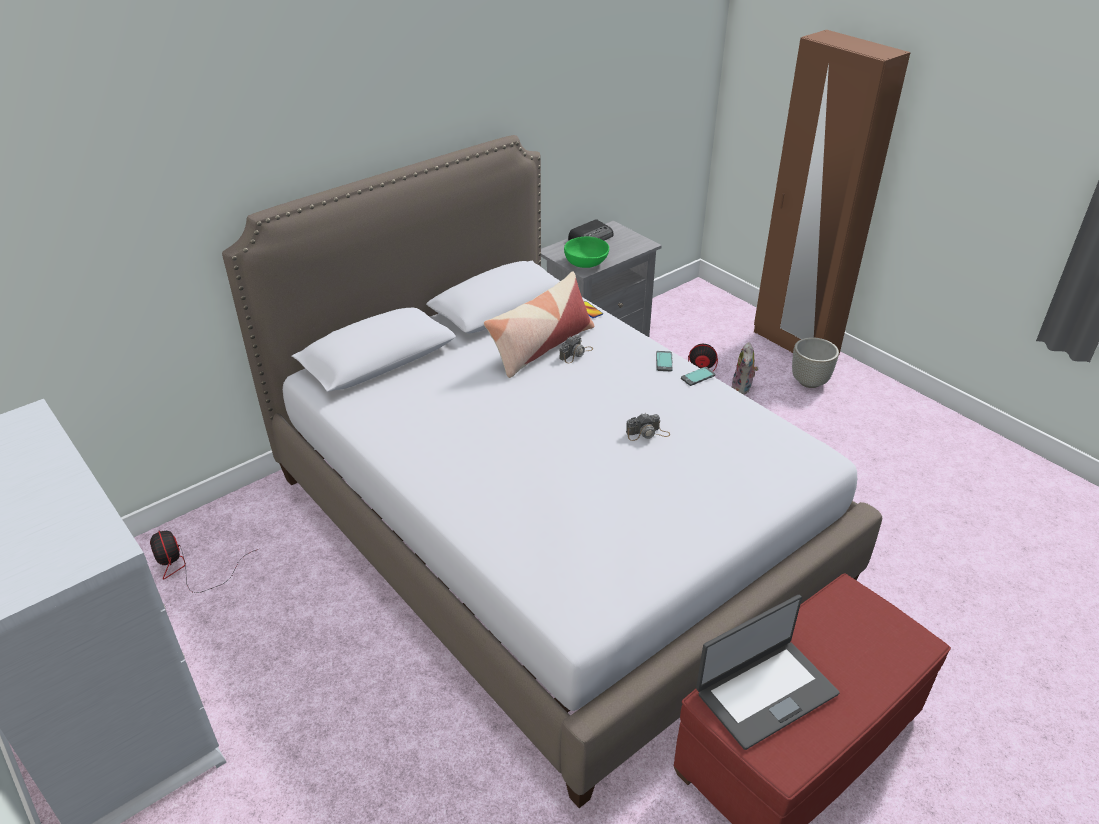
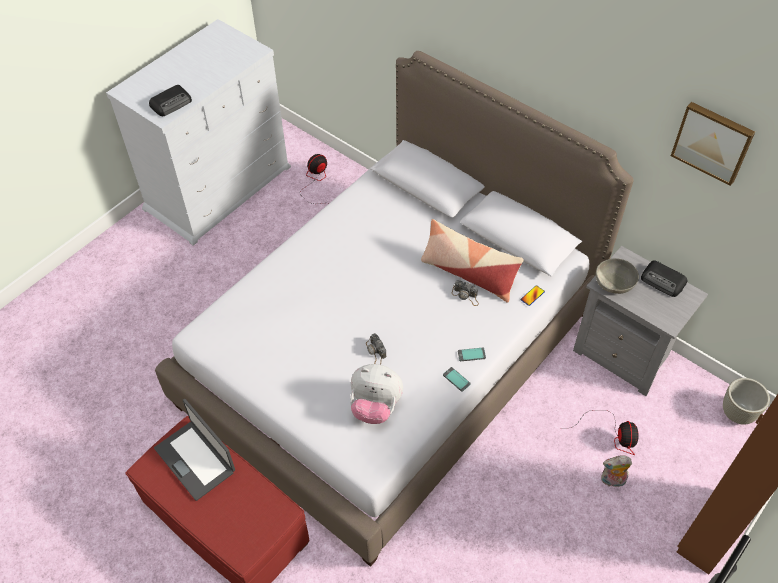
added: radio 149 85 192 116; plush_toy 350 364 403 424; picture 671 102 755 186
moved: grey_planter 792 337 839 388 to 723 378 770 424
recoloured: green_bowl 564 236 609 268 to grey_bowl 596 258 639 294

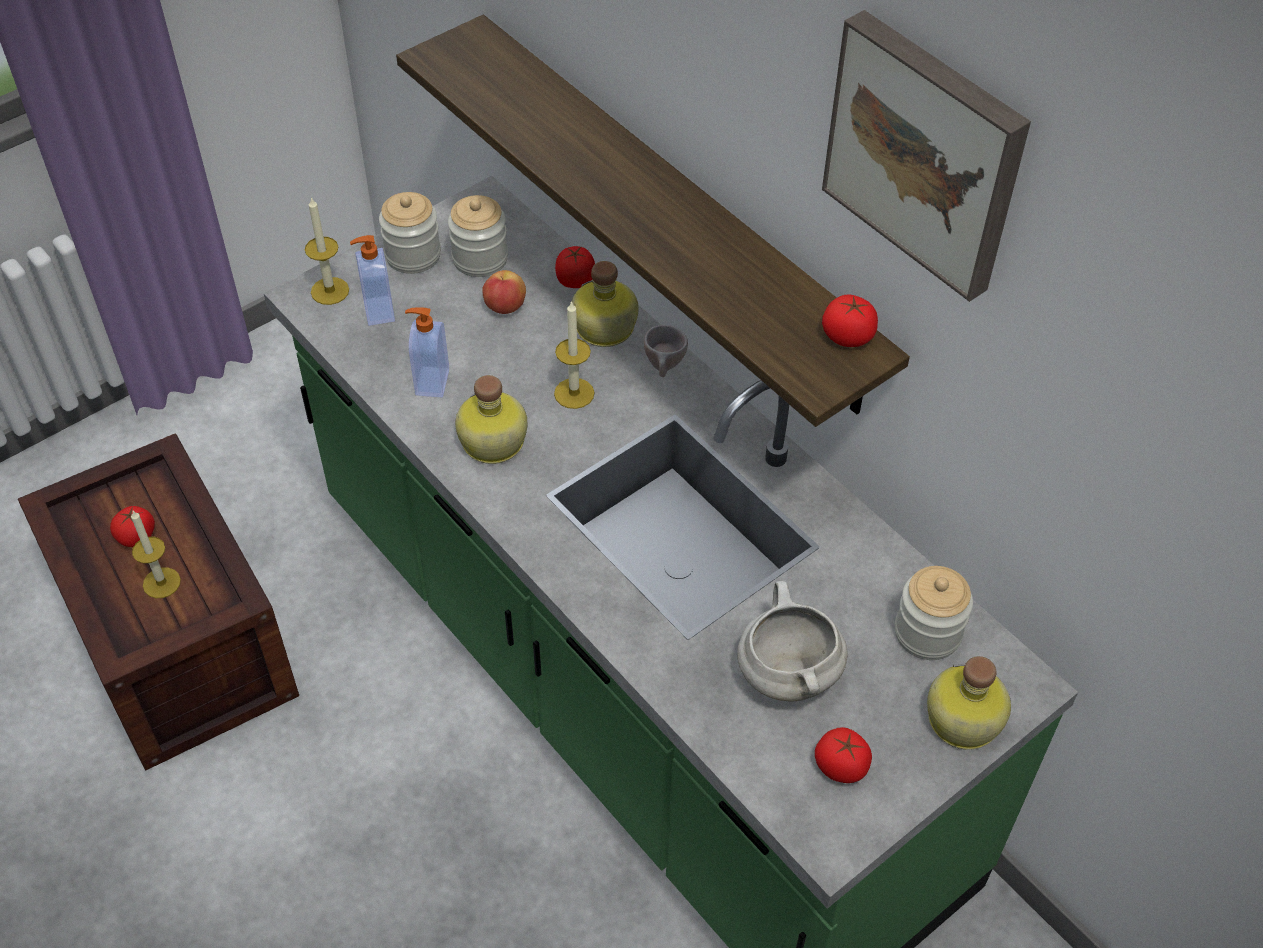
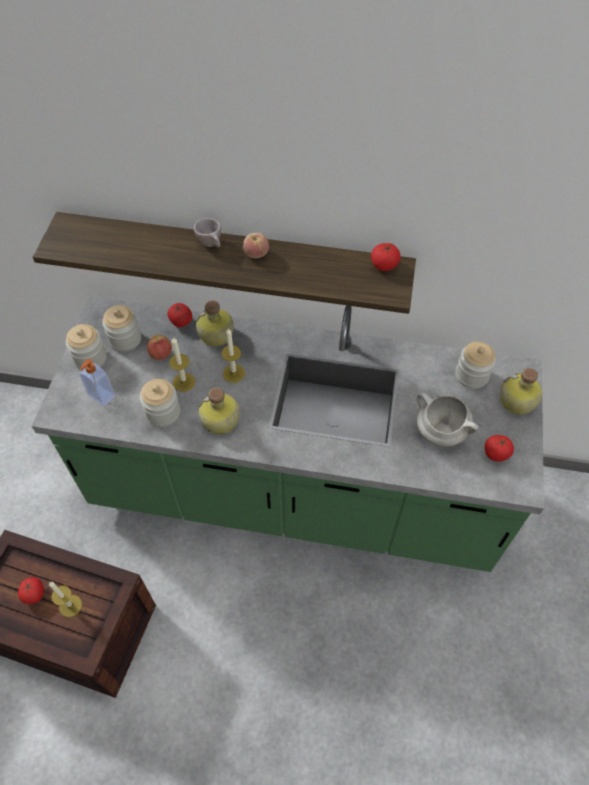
removed: picture 822 10 1031 302
added: apple 243 233 269 258
moved: candle 305 197 349 305 to 169 337 195 392; beige_cup 644 325 688 377 to 194 218 221 247
replaced: soap_dispenser 405 307 449 397 to jar 140 379 180 427

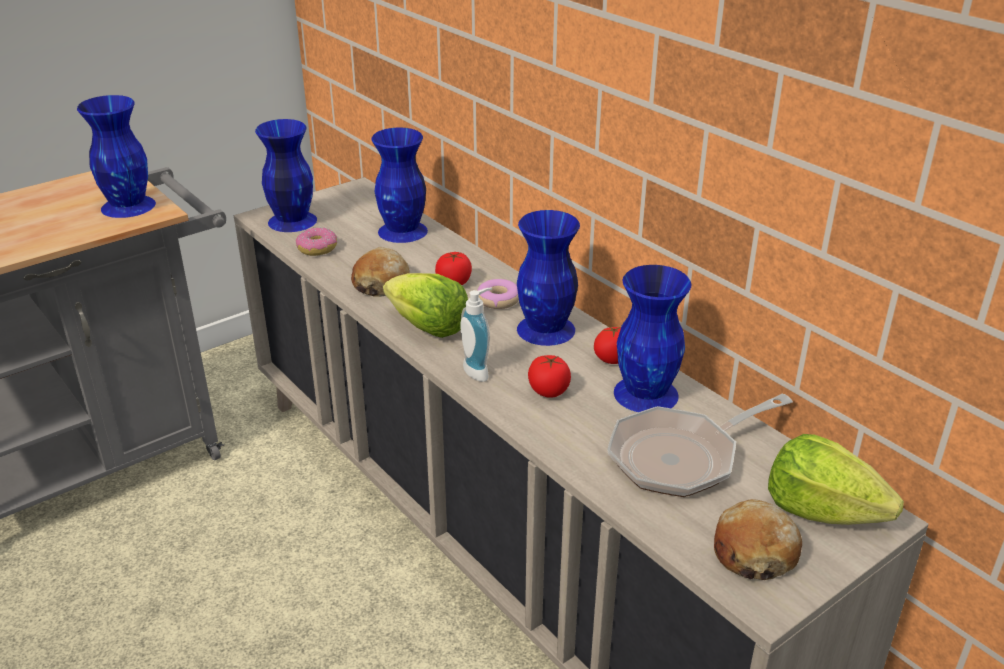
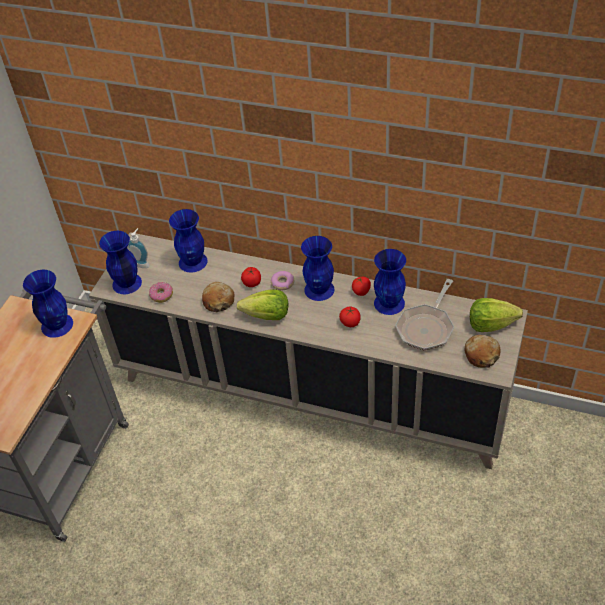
moved: soap_dispenser 460 287 492 382 to 128 228 150 268

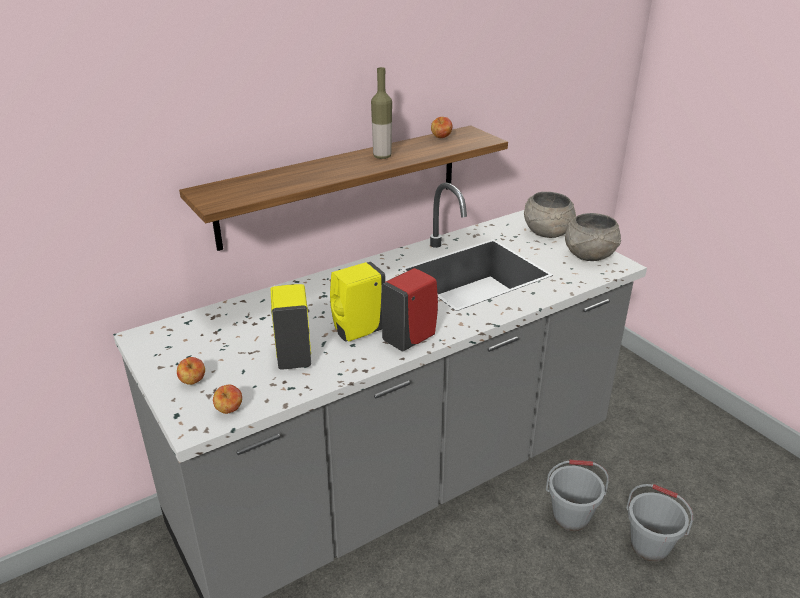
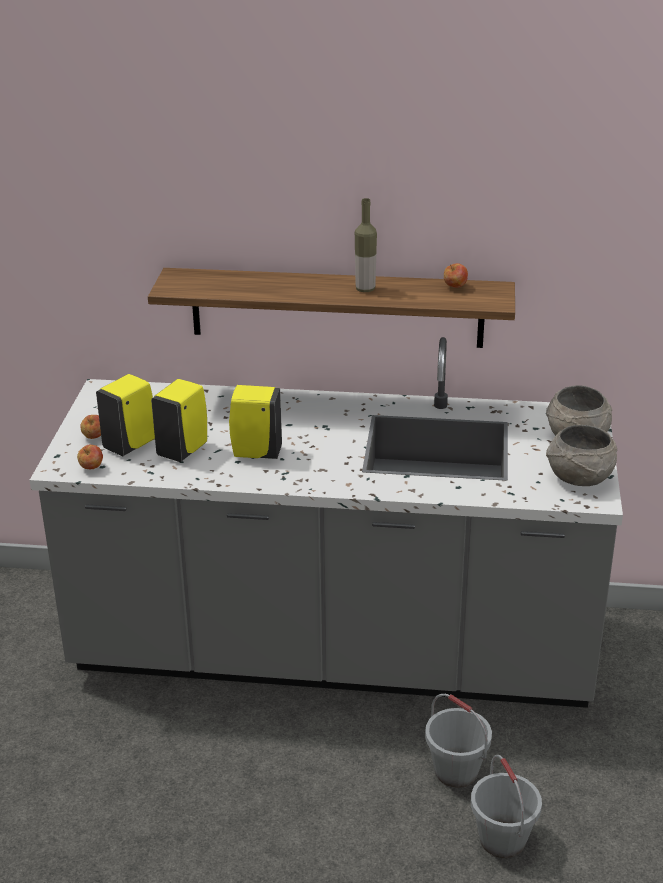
removed: red_soap_dispenser 382 268 438 352
added: yellow_soap_dispenser 96 374 155 456

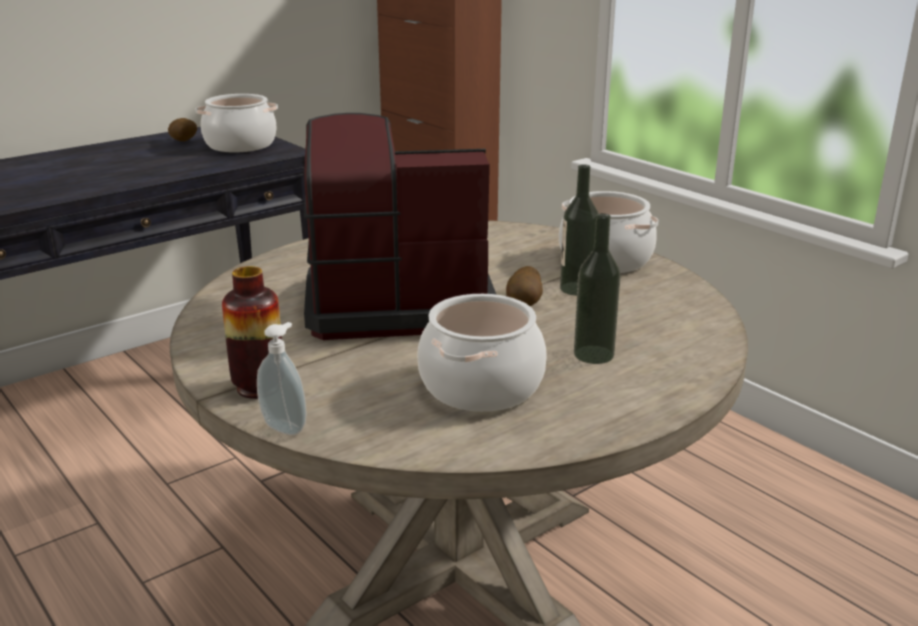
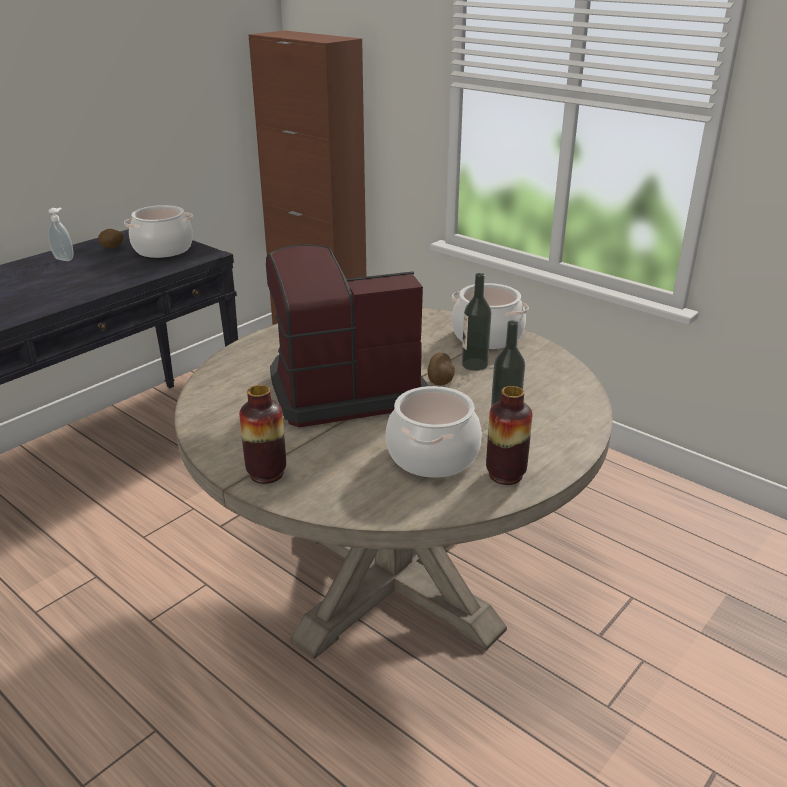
added: vase 486 386 533 485
moved: soap_dispenser 257 322 307 435 to 48 208 74 261

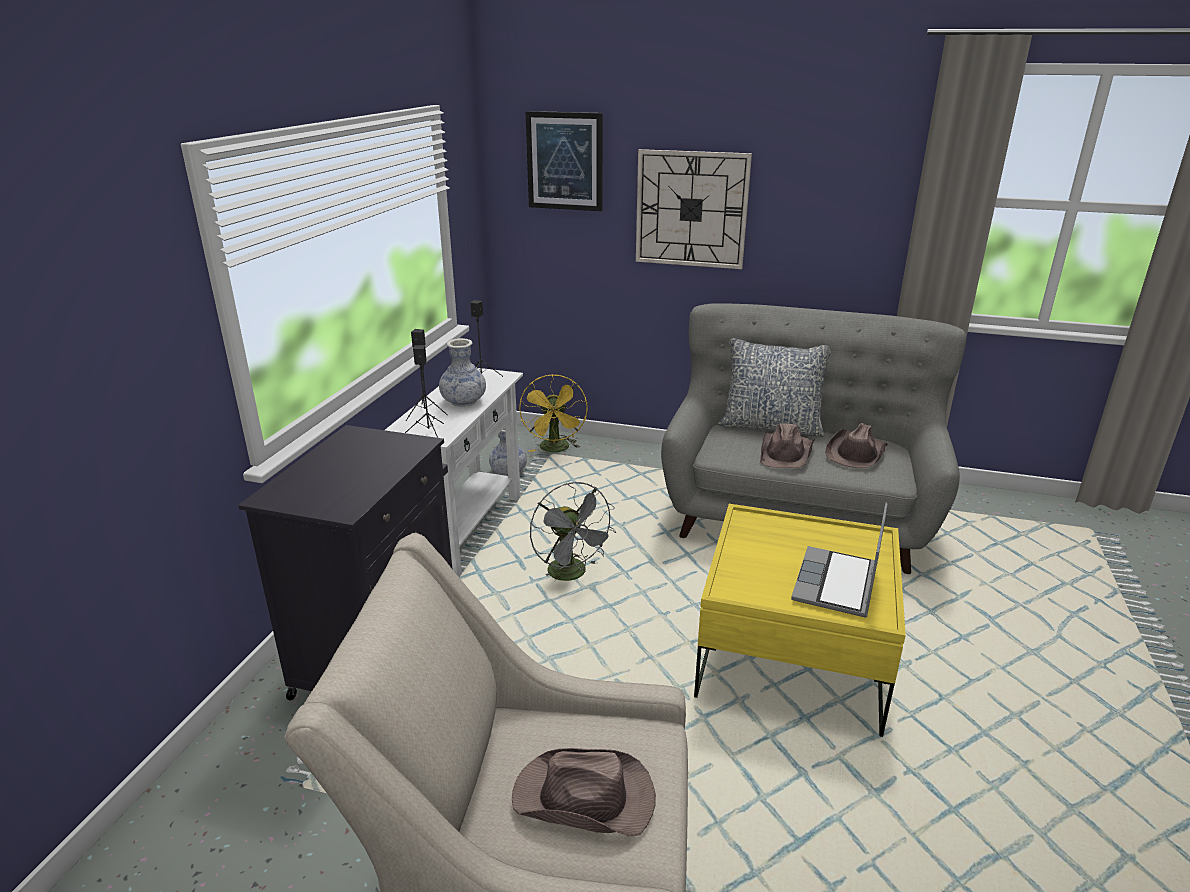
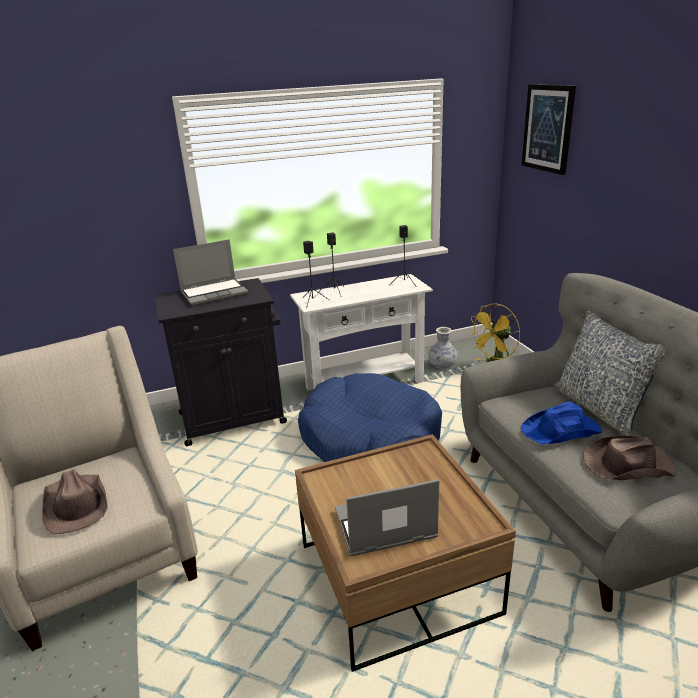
removed: vase 439 338 486 407; wall_clock 636 149 752 269
added: laptop 173 239 248 306
replaced: grey_fan 530 482 616 581 to blue_dog_bed 298 373 442 462
recoloured: yellow_coffee_table 694 504 906 737 to brown_coffee_table 295 434 516 672; brown_hat 760 423 815 468 to blue_hat 521 402 602 444

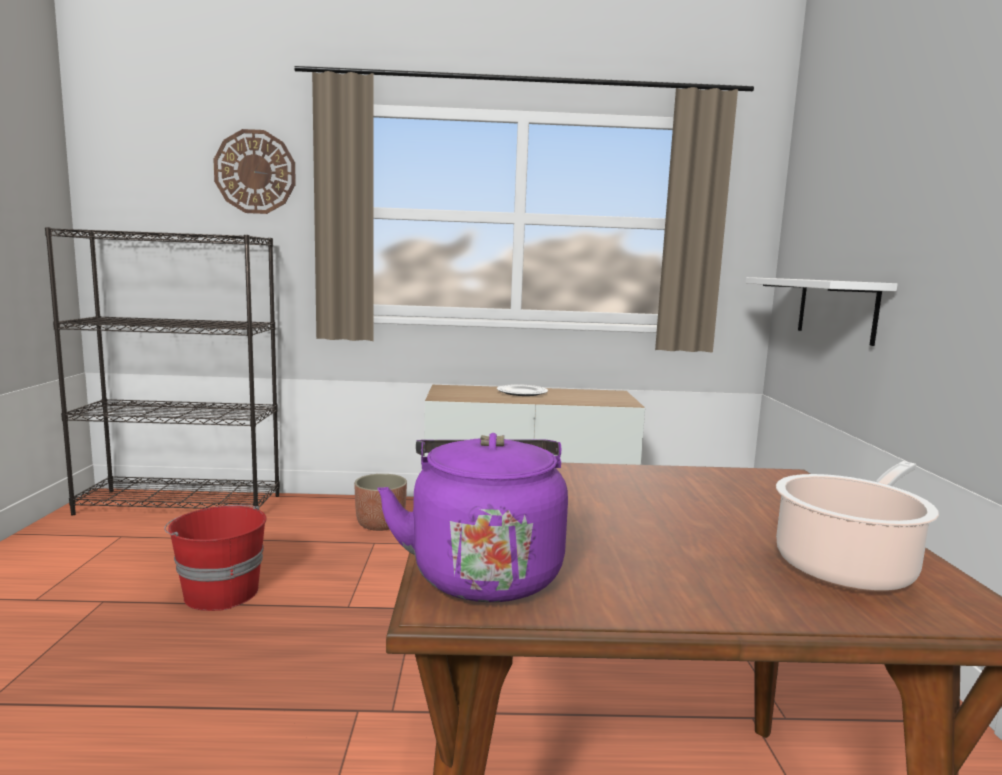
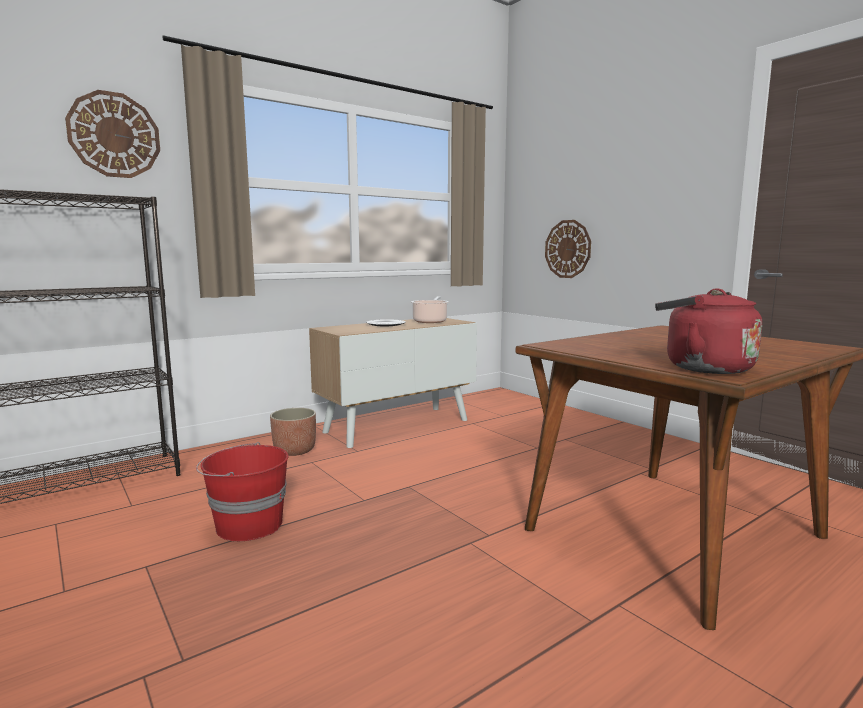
moved: cooking_pot 776 461 939 592 to 411 296 449 323
replaced: white_shelf 746 277 898 346 to wall_clock 545 220 591 278
recoloured: purple_kettle 378 433 568 602 to red_kettle 655 288 762 374

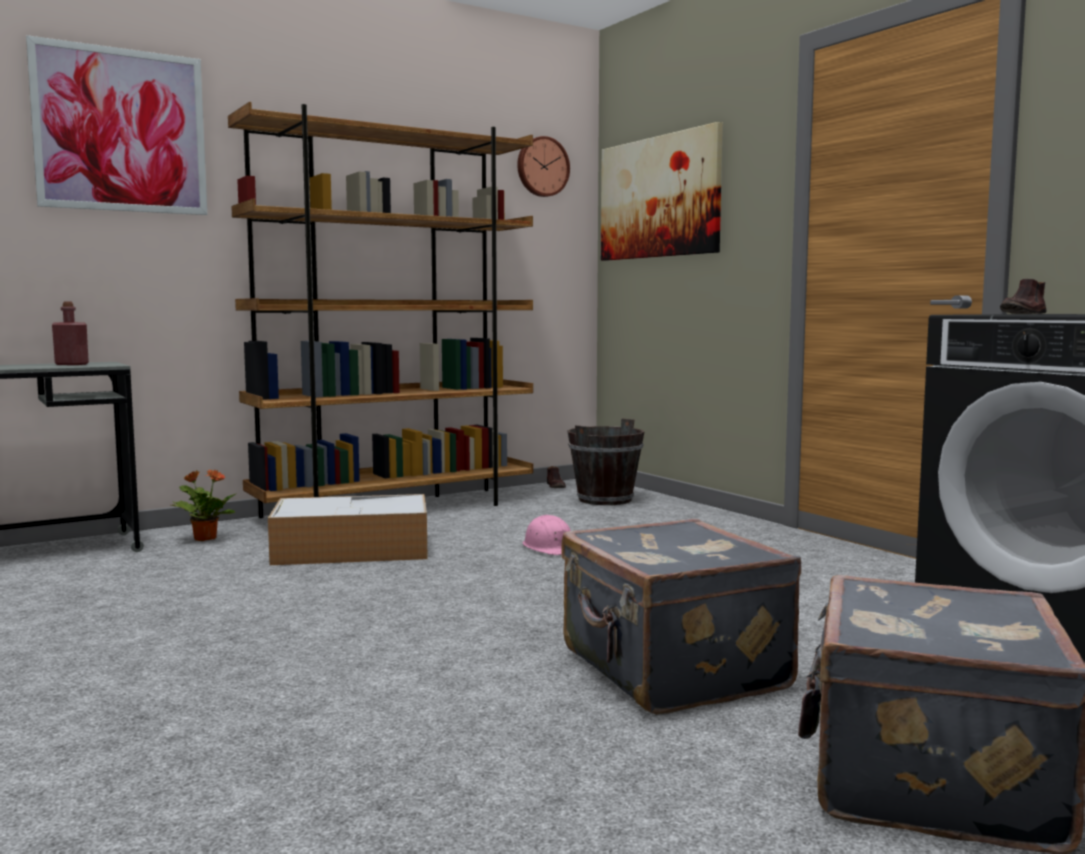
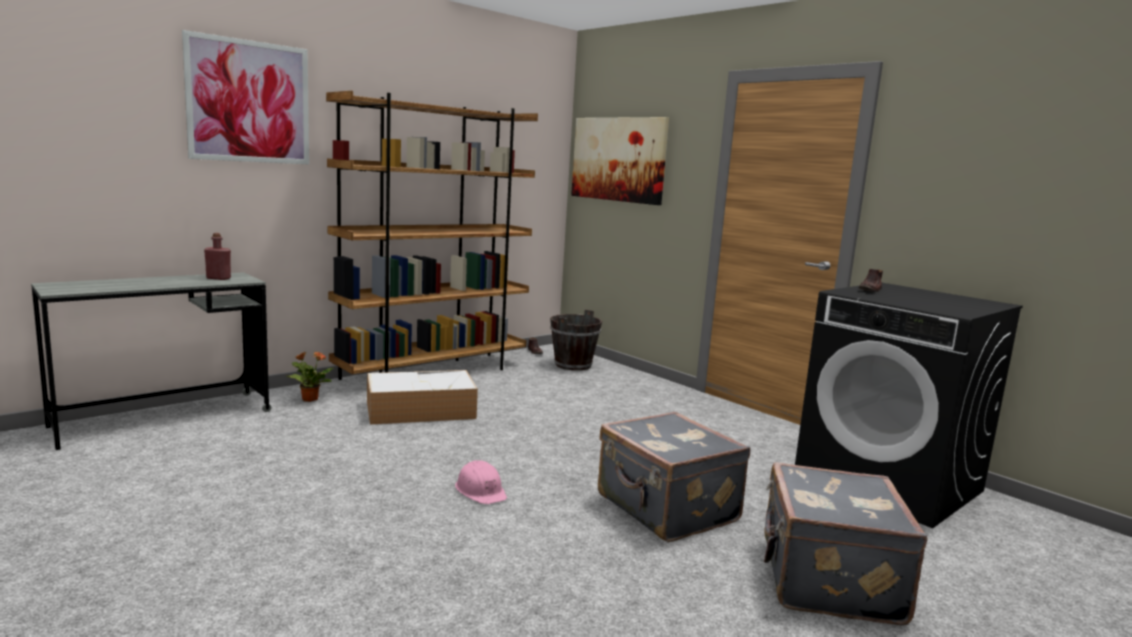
removed: wall_clock 517 136 570 197
moved: pink_hard_hat 522 515 571 555 to 455 460 507 504

